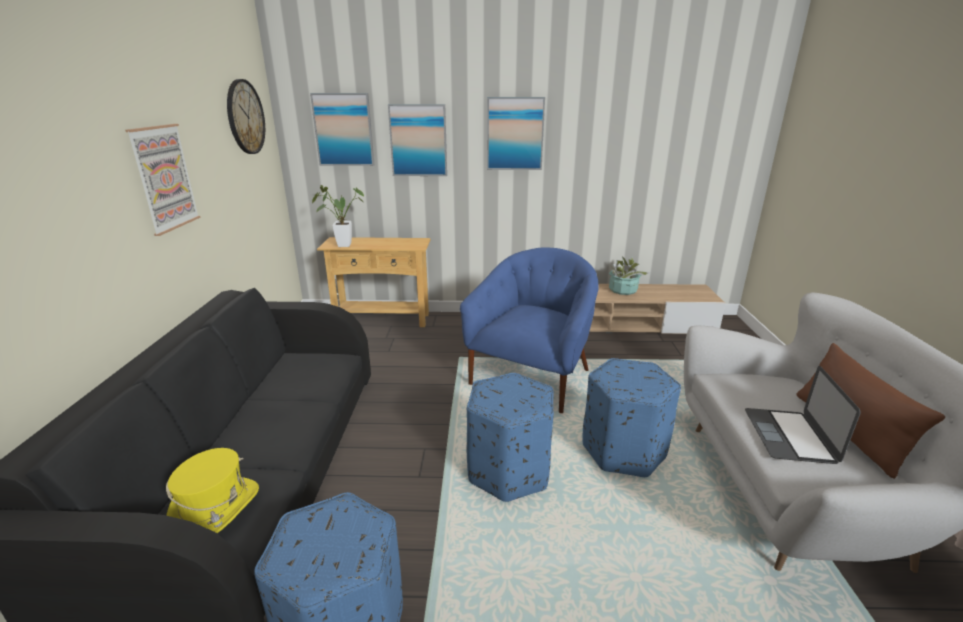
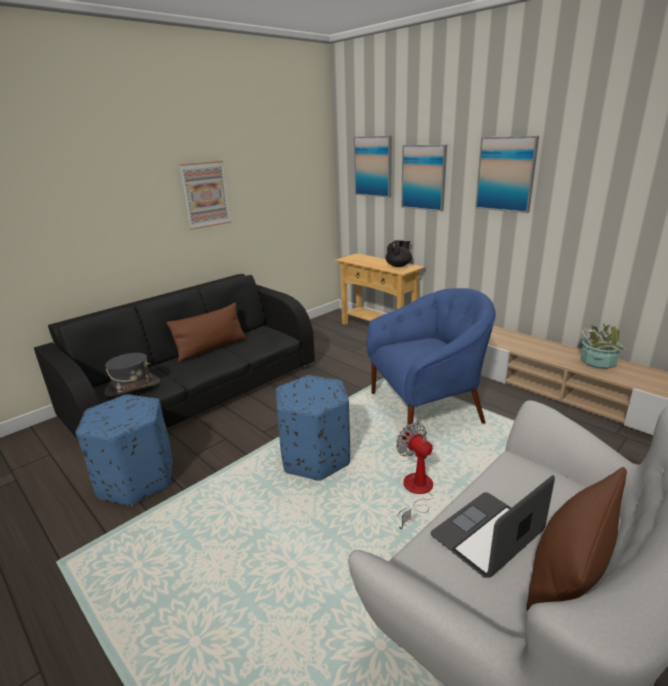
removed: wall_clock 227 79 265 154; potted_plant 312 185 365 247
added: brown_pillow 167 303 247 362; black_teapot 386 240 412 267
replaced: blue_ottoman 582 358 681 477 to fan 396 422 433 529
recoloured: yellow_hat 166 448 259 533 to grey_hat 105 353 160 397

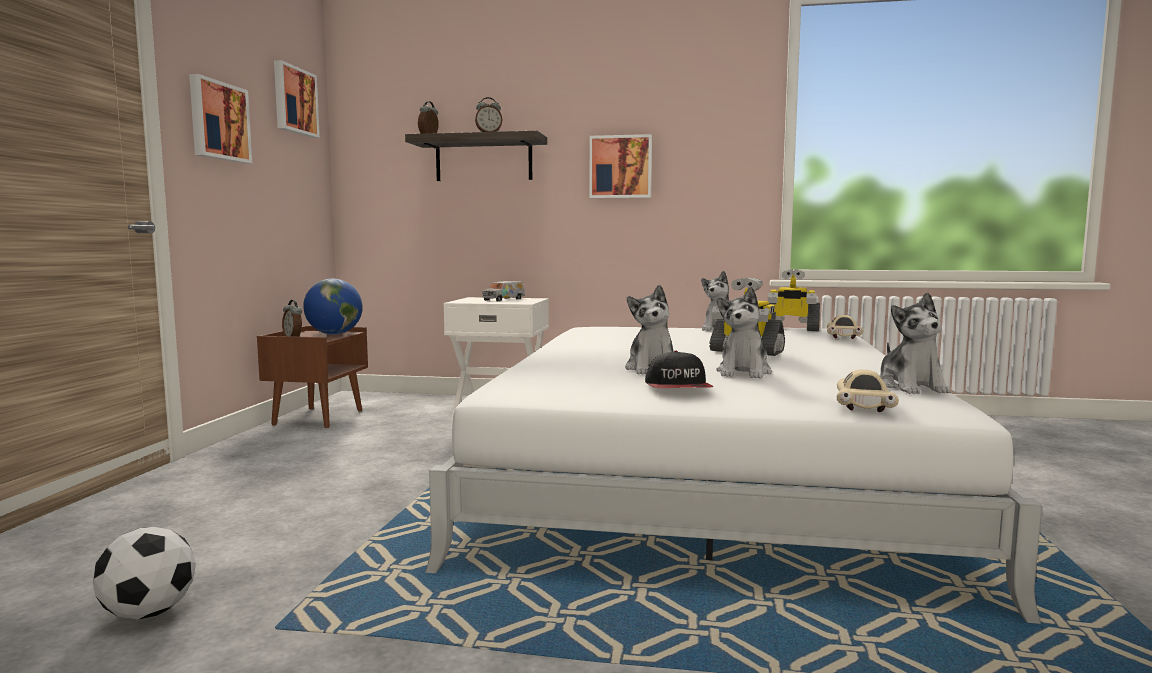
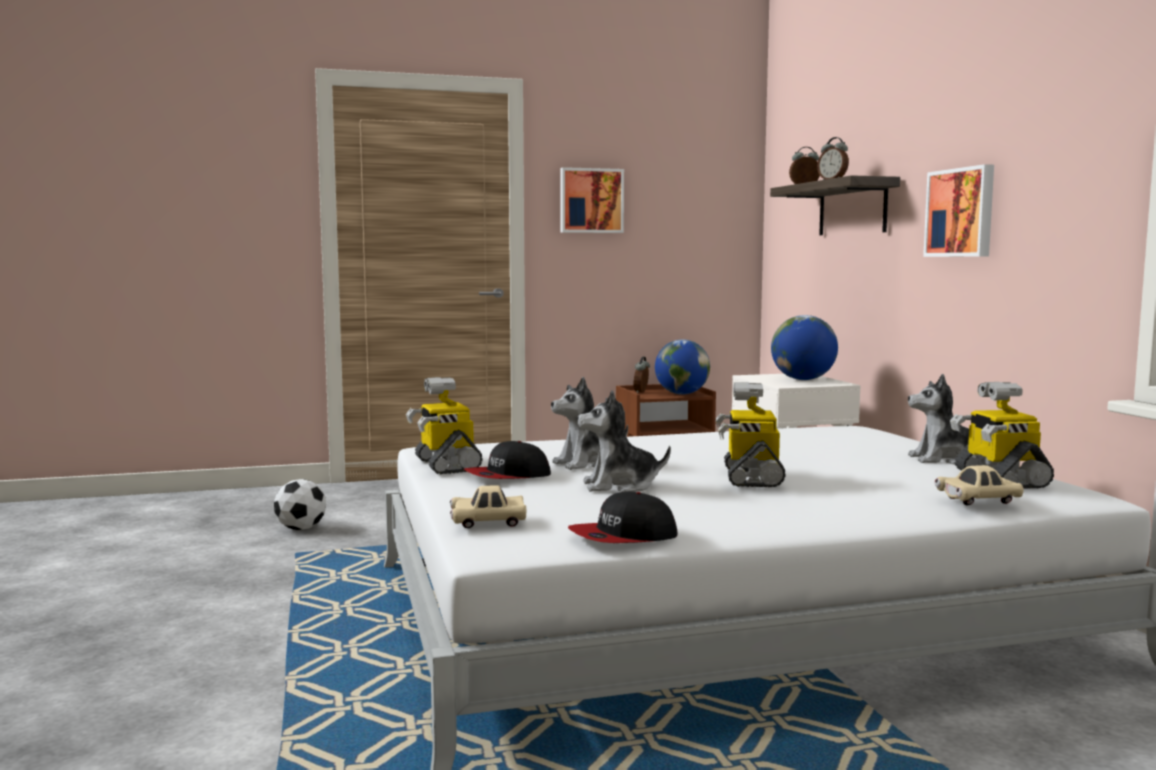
removed: picture 274 60 320 138
added: toy_robot 406 377 483 475
replaced: toy_truck 482 281 525 301 to globe 771 315 838 380; plush_toy 880 292 951 394 to cap 568 492 678 543

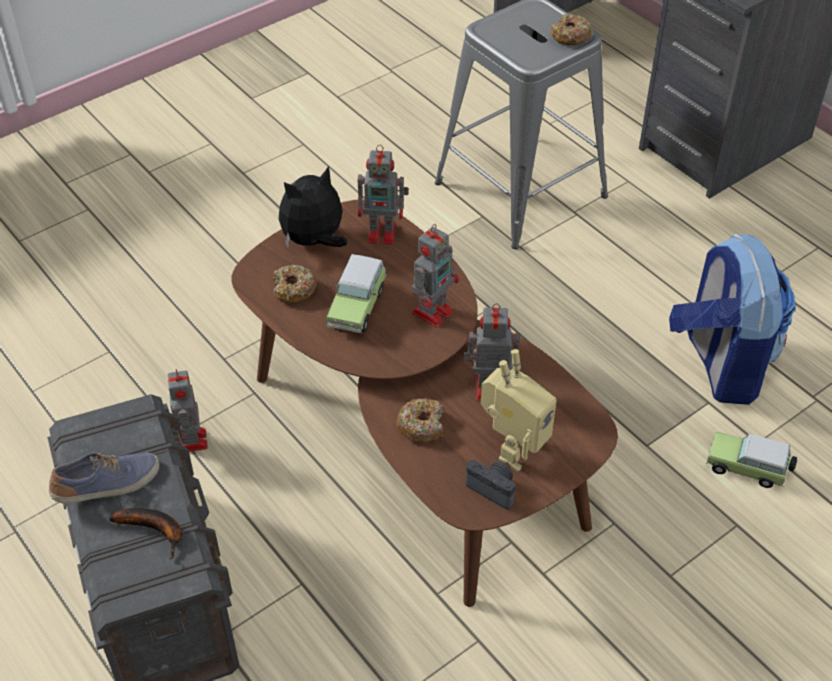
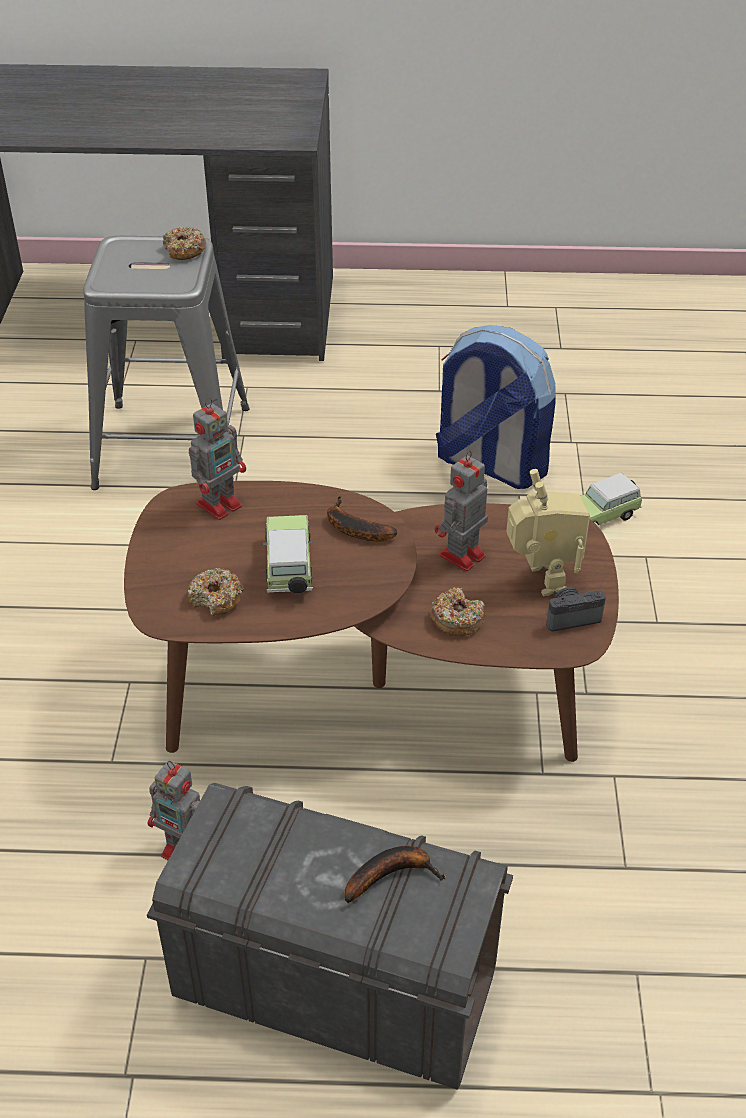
removed: shoe 49 453 159 504; plush_toy 279 166 348 248
replaced: toy_robot 412 224 459 328 to banana 327 496 397 541
turned: toy_car 326 254 387 333 = 263 515 313 593 150 degrees counterclockwise

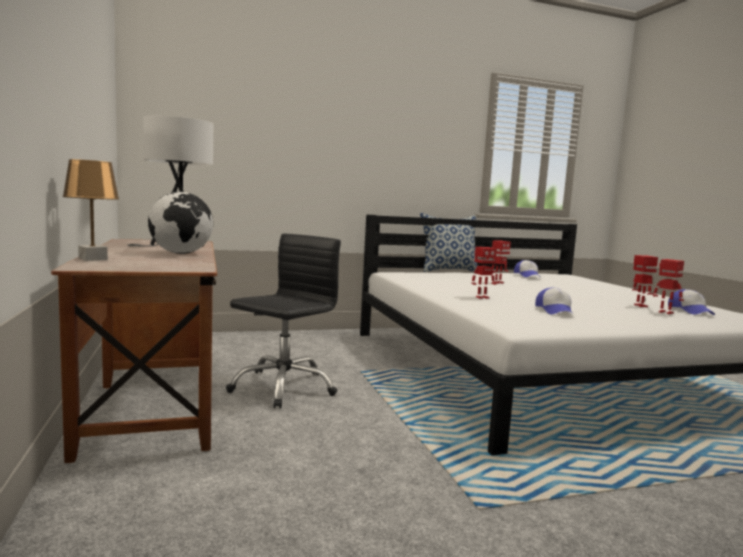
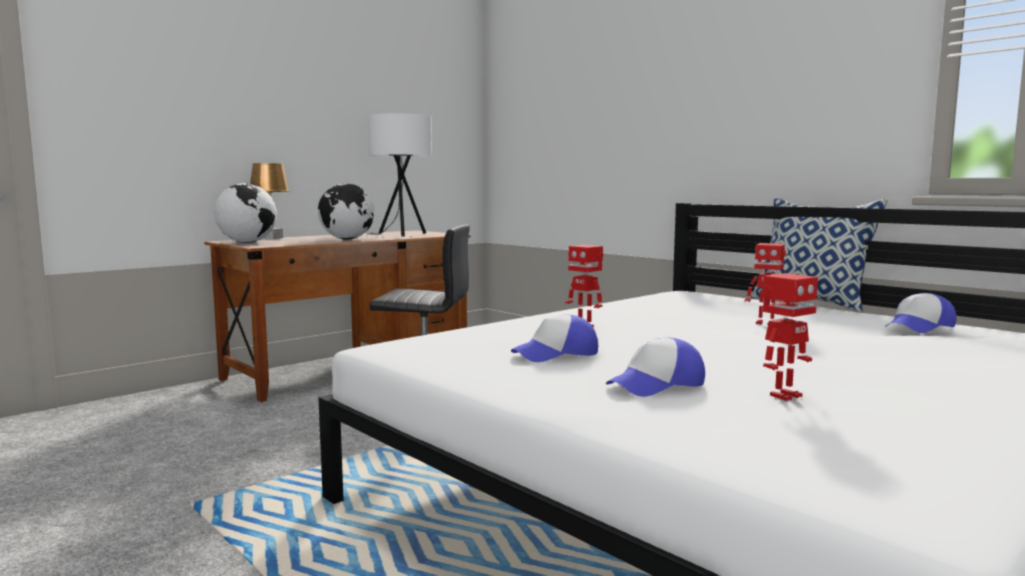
removed: toy_robot 653 259 684 314
added: globe 214 183 277 243
moved: cap 668 289 715 315 to 606 338 705 397

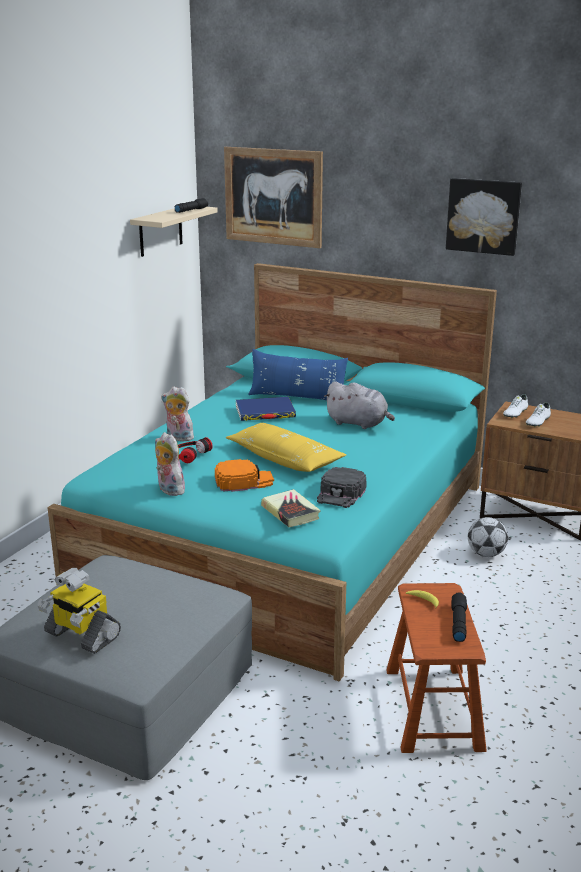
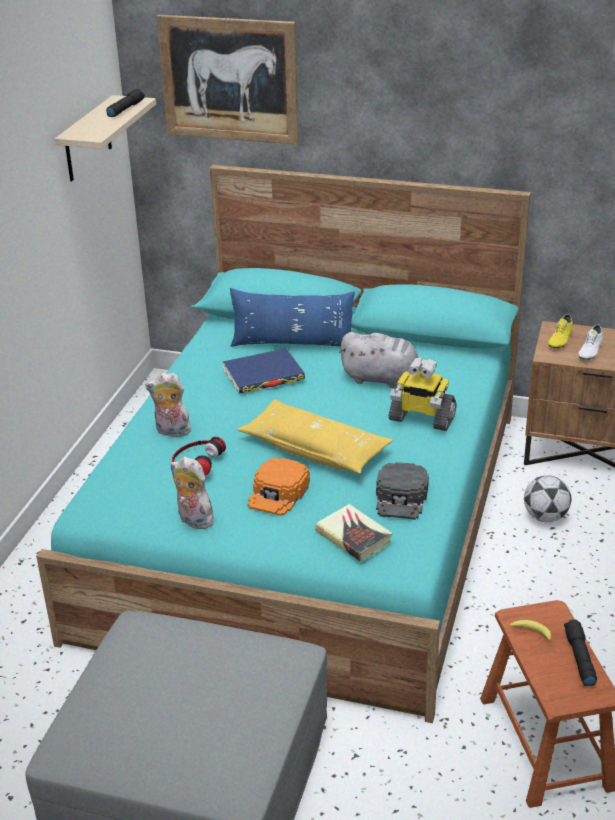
removed: picture 446 178 522 256
moved: toy_robot 37 568 121 654 to 388 357 457 431
recoloured: white_shoe 503 394 528 418 to yellow_shoe 548 314 573 349
turned: orange_cap 215 459 274 492 = 247 458 310 516 135 degrees clockwise

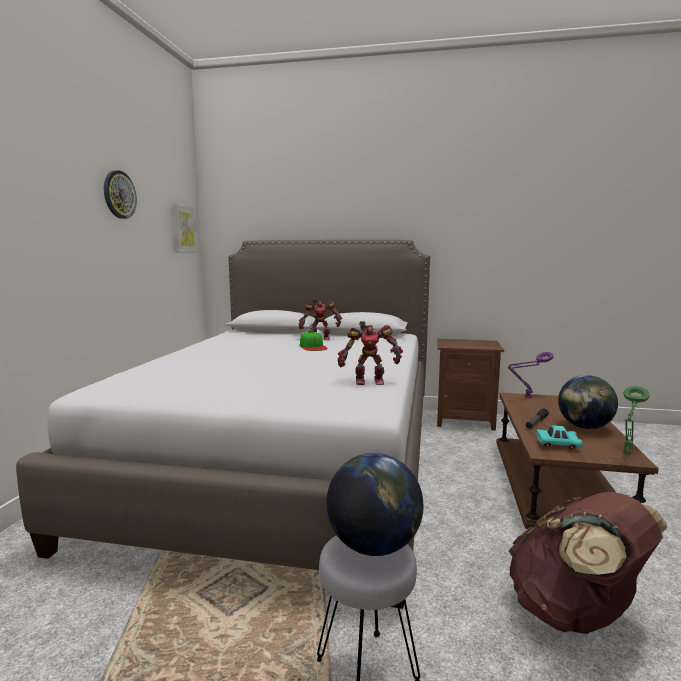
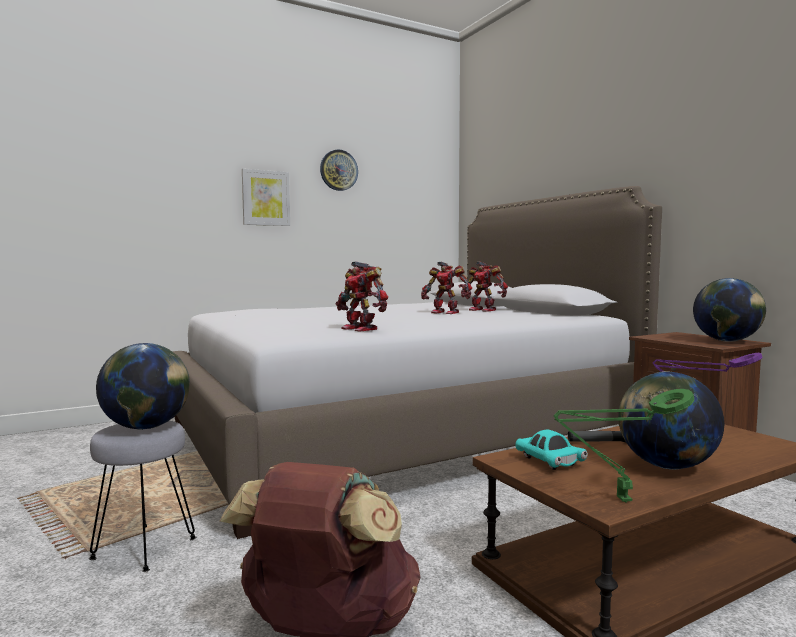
added: globe 693 278 766 342
moved: picture 172 204 198 253 to 242 169 290 226
replaced: cap 300 330 328 351 to toy_robot 421 262 472 314

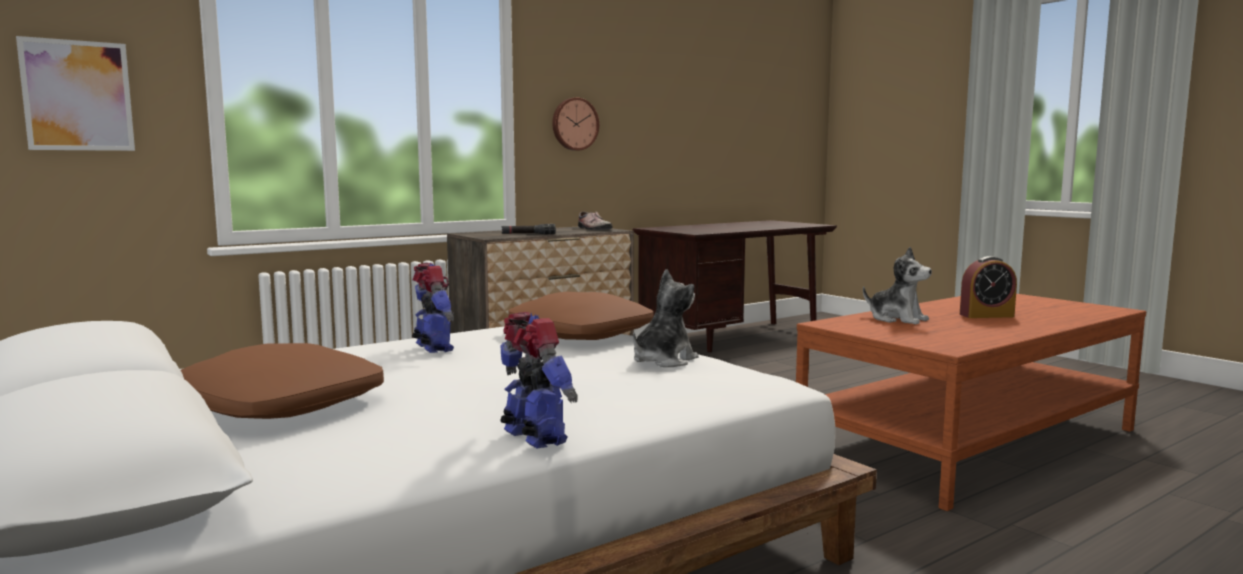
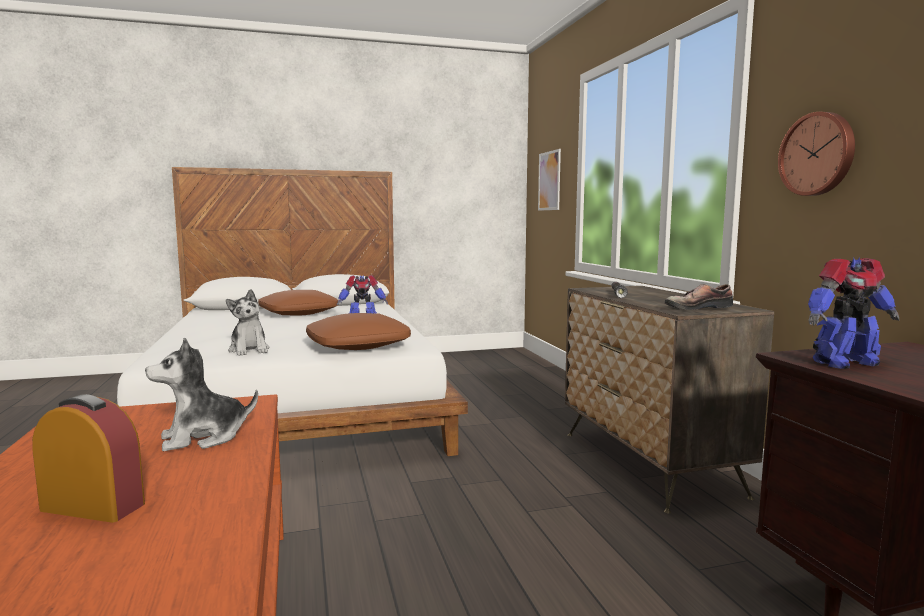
moved: toy_robot 500 312 577 448 to 808 257 899 369
turned: alarm_clock 960 256 1017 318 = 32 394 145 523 90 degrees clockwise

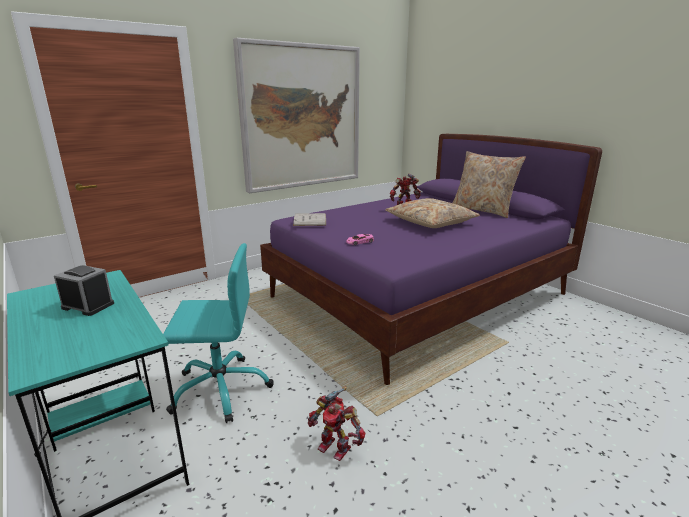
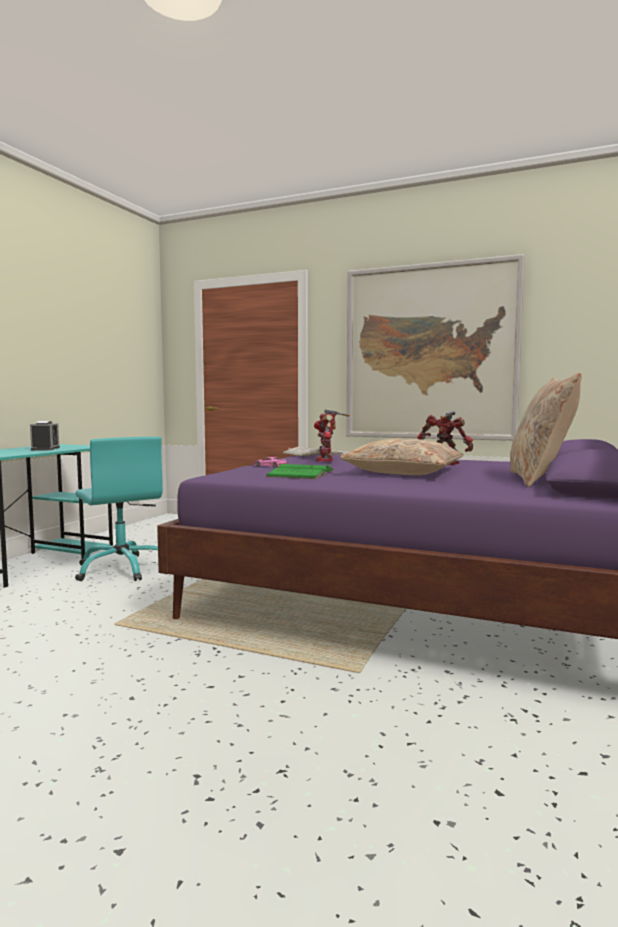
added: green_book 266 464 334 479
moved: toy_robot 308 387 365 461 to 314 409 350 461

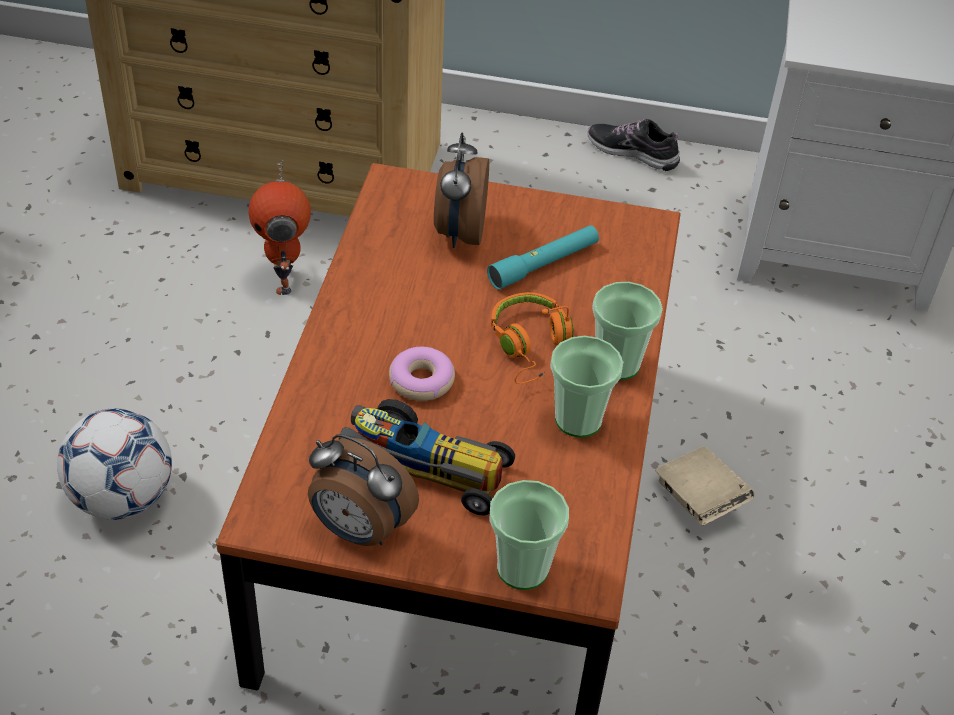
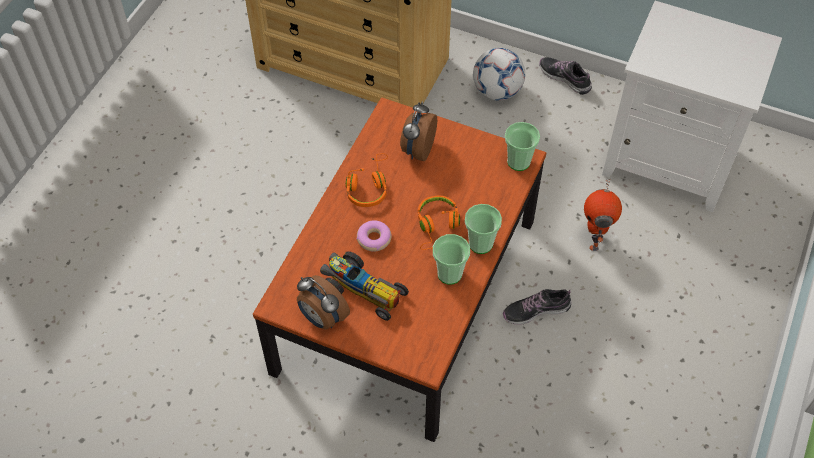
removed: turquoise_flashlight 487 225 599 289
added: orange_headphones 346 153 388 207
moved: football 57 408 172 520 to 473 48 525 101; toy_robot 249 160 311 295 to 584 179 622 251; cup 490 480 569 590 to 505 122 540 171
replaced: beige_book 655 447 754 525 to shoe 503 289 571 325

